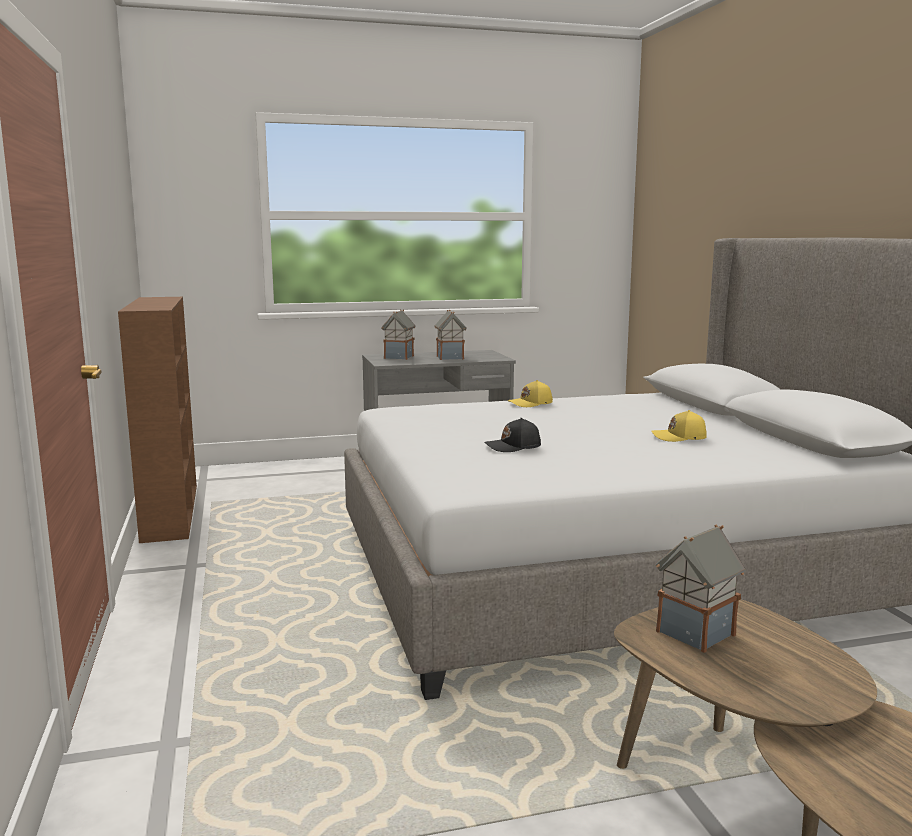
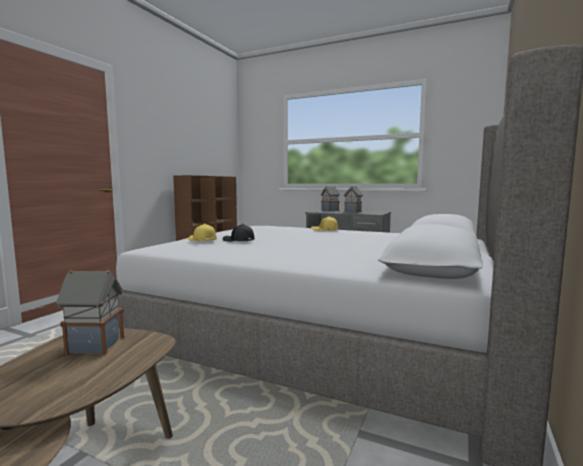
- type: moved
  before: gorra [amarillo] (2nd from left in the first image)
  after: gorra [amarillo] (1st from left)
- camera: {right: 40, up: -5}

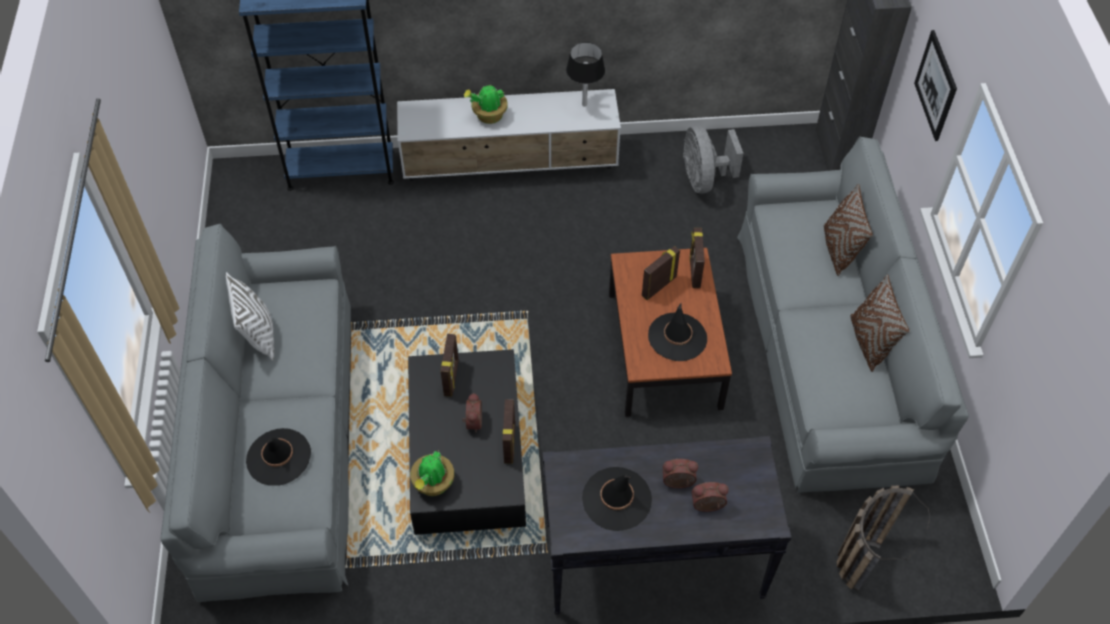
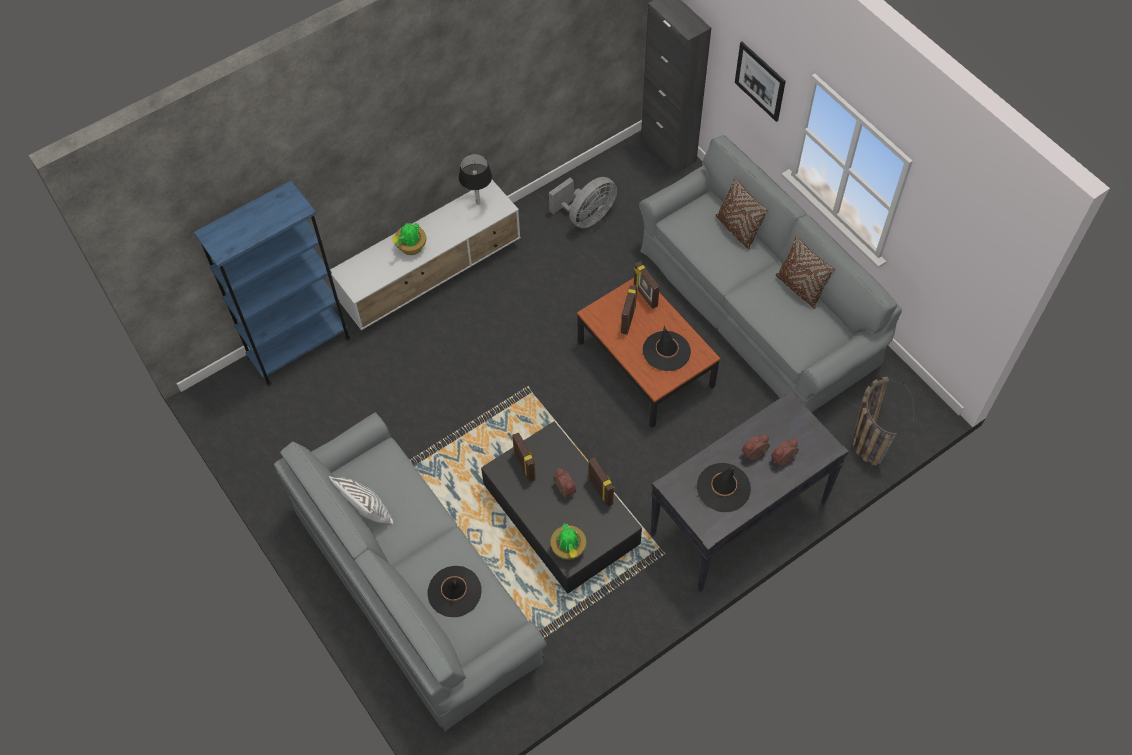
- type: turned
  before: ventilador [gris]
  turn: -90
- camera: {right: -30, up: 5}

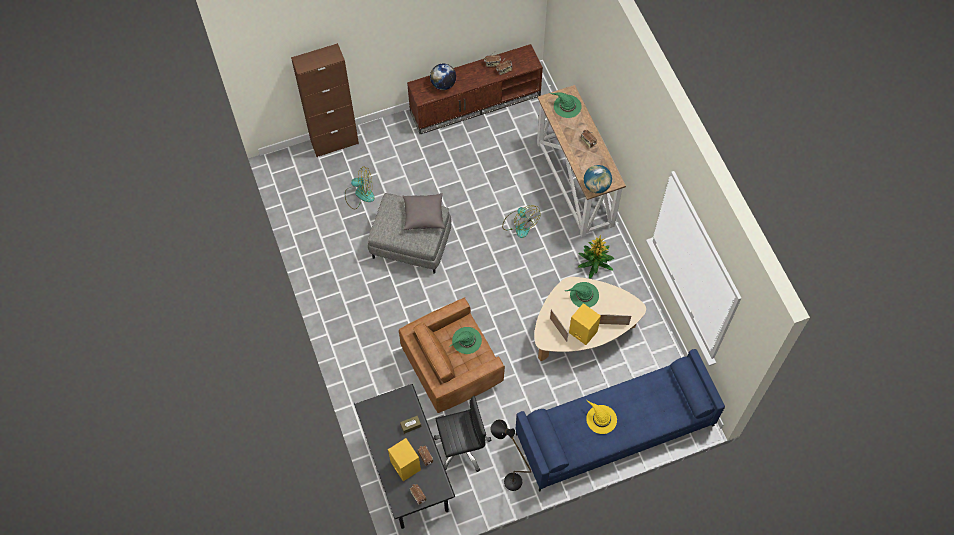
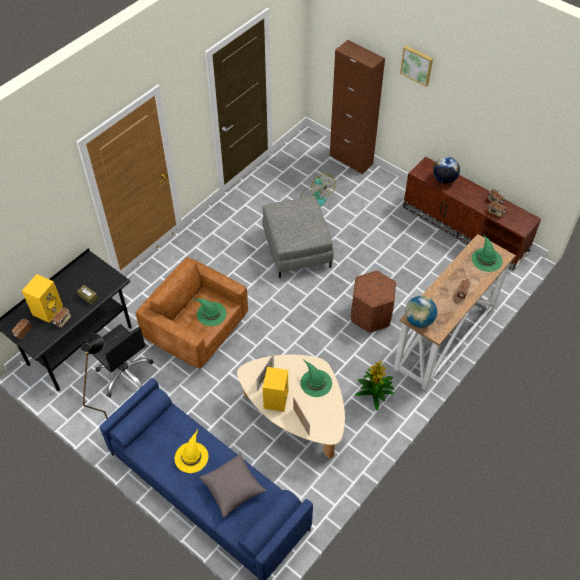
- type: added
  after: cuadro
- type: moved
  before: cojín [gris]
- type: replaced
  before: ventilador (2nd from left)
  after: puf [marrón]
- camera: {right: 60, up: -10}

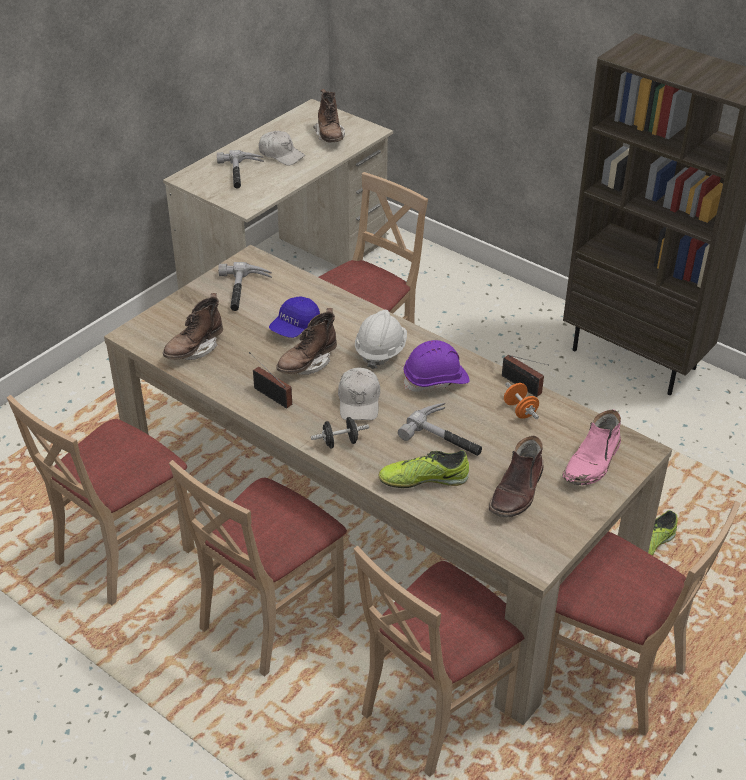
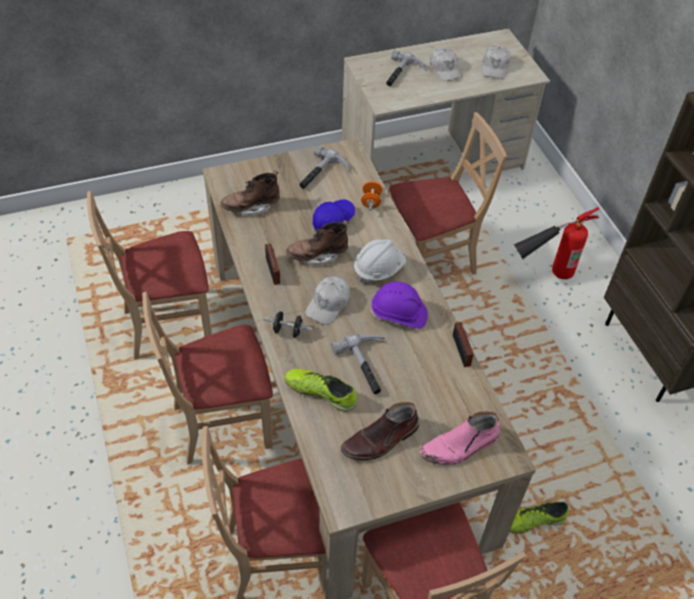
- type: added
  after: extintor
- type: moved
  before: mancuerna [naranja]
- type: replaced
  before: bota [marrón] (3rd from left)
  after: gorra [blanco] (3rd from left)
- type: turned
  before: gorra [azul]
  turn: 150
- camera: {right: 30, up: 10}

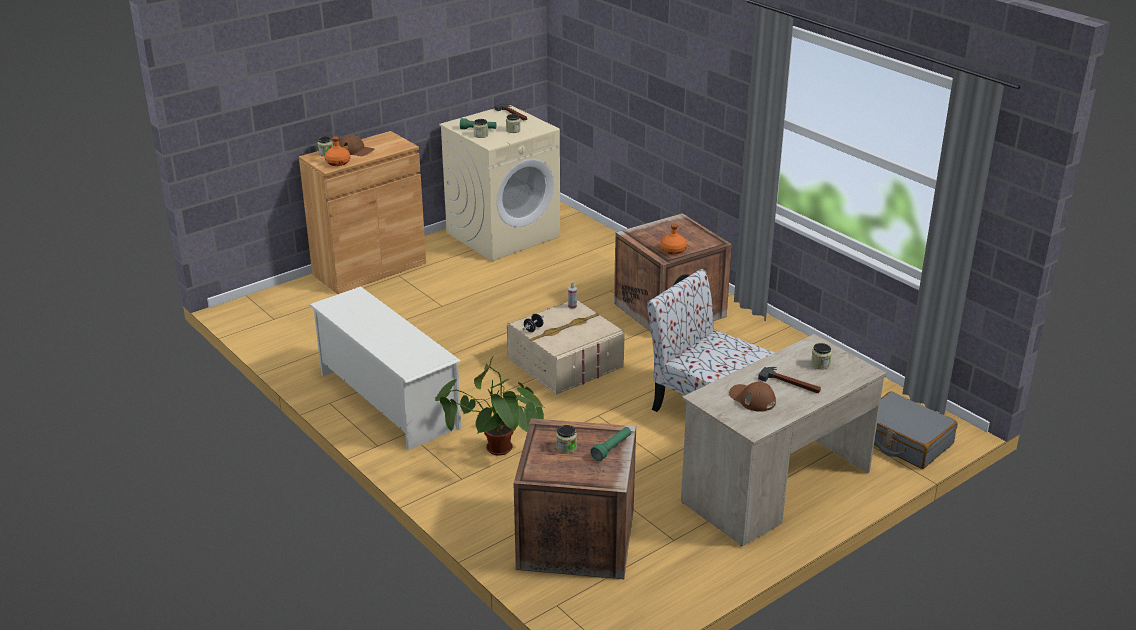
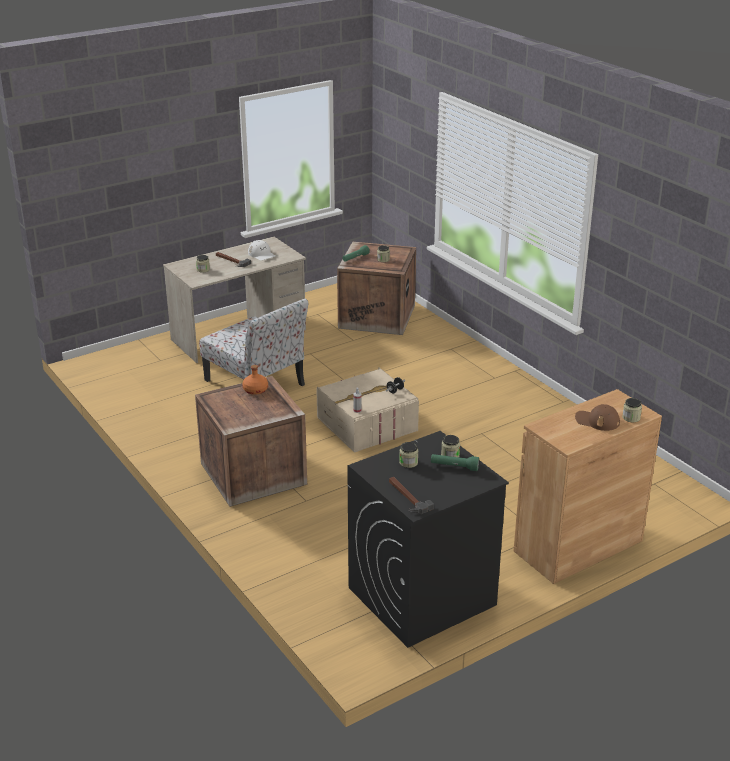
- type: removed
  before: zapatero [blanco]
- type: removed
  before: botella [naranja] (1st from left)
- type: removed
  before: planta en maceta
- type: removed
  before: maleta [gris]
- type: recoloured
  before: lavadora [beis]
  after: lavadora [negro]
- type: recoloured
  before: gorra [marrón] (2nd from left)
  after: gorra [blanco]
- camera: {right: -175, up: 0}

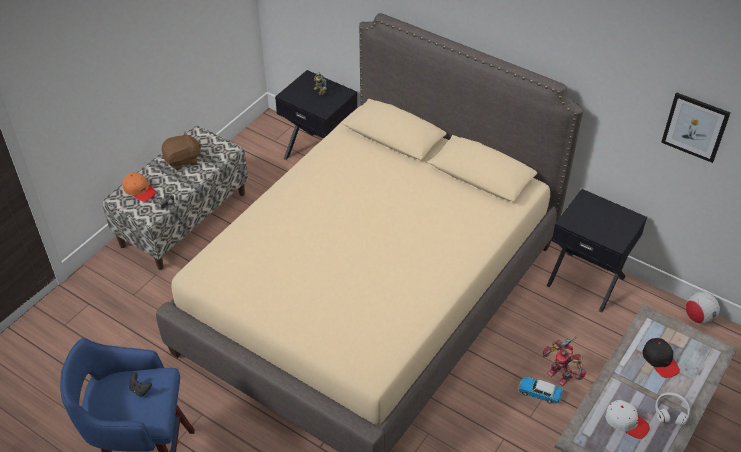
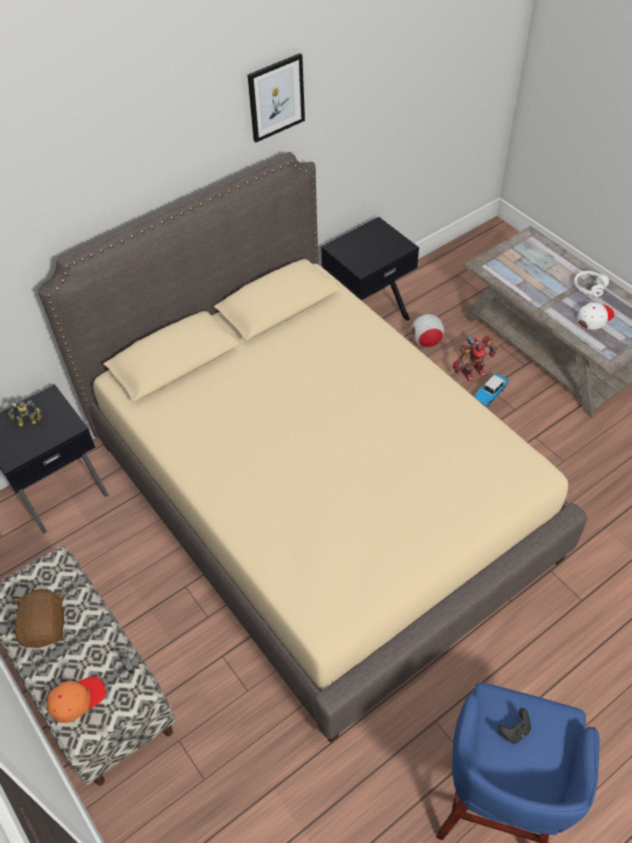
- type: removed
  before: gorra [negro]
- type: moved
  before: cuadro
- type: moved
  before: balón de fútbol
- camera: {right: -70, up: 5}

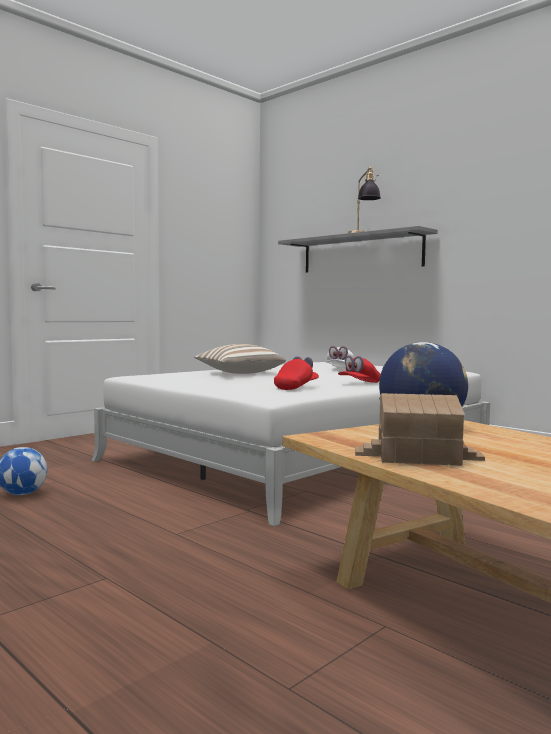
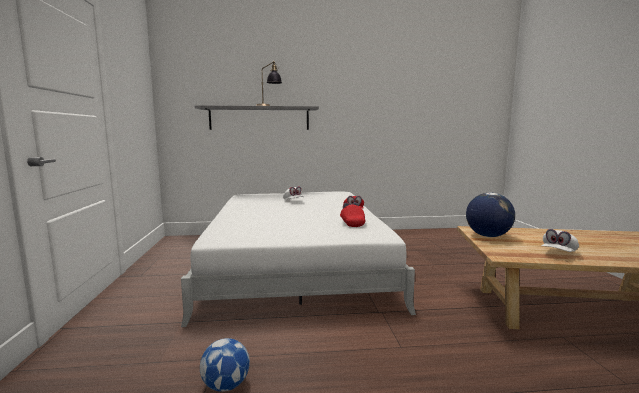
- type: removed
  before: cojín
- type: replaced
  before: casita
  after: gorra [blanco] (2nd from left)
- camera: {right: -50, up: 5}

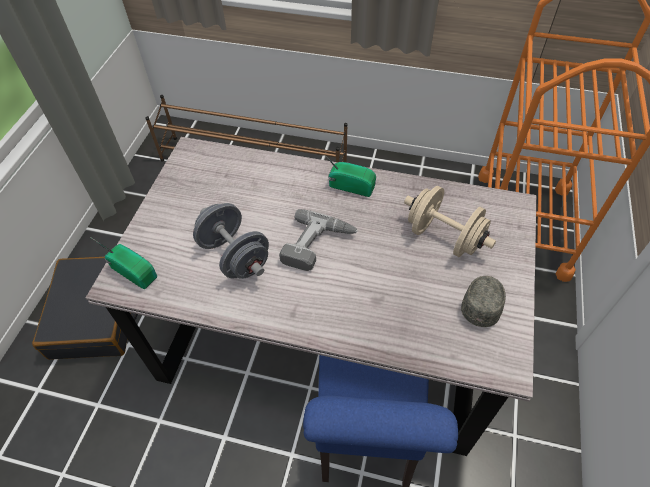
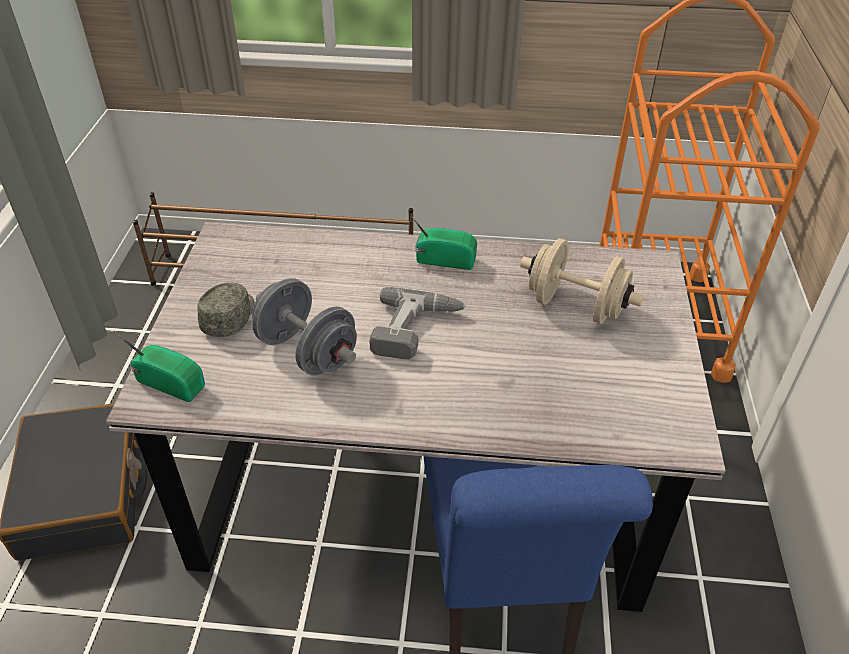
- type: moved
  before: gorra [gris]
- camera: {right: -10, up: -10}

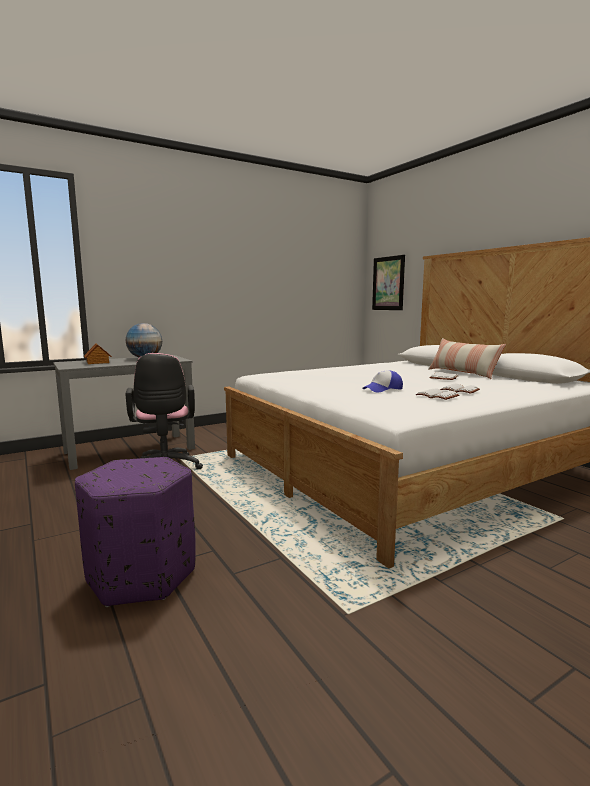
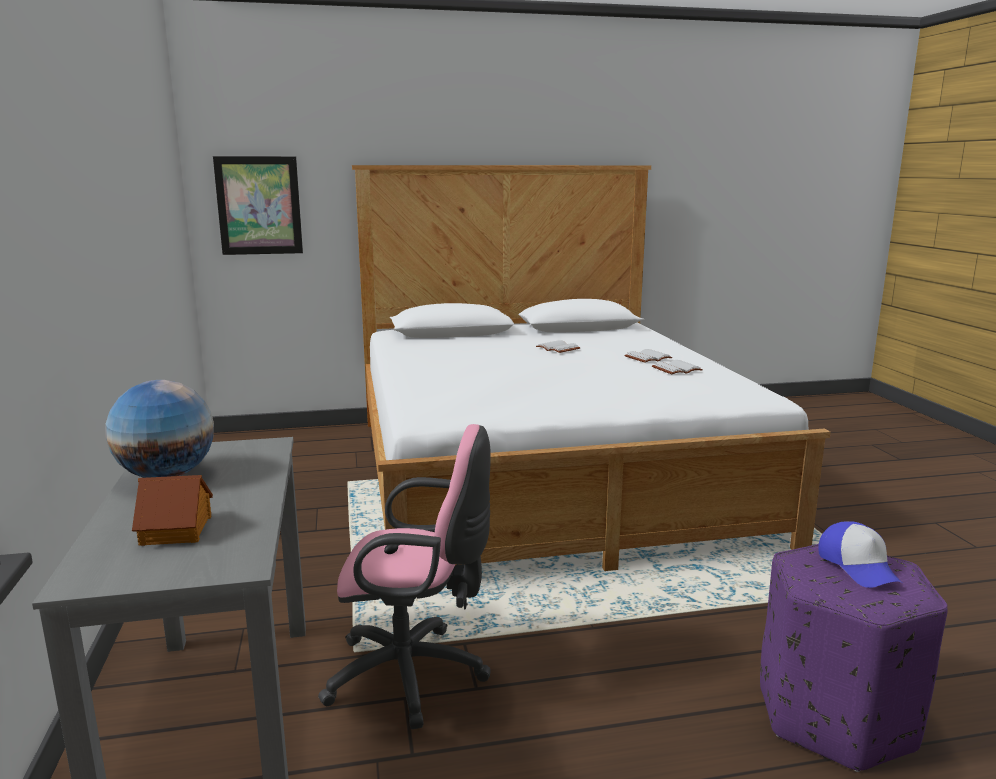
- type: removed
  before: cojín
- type: moved
  before: gorra
- camera: {right: -70, up: 5}

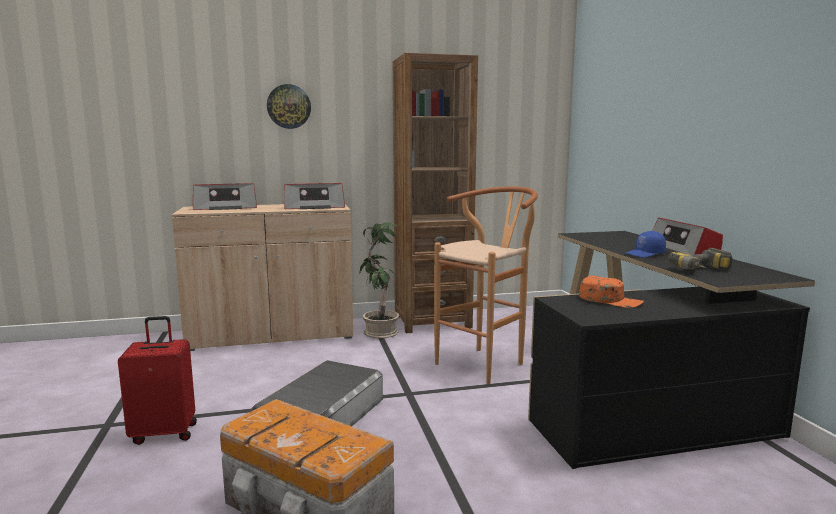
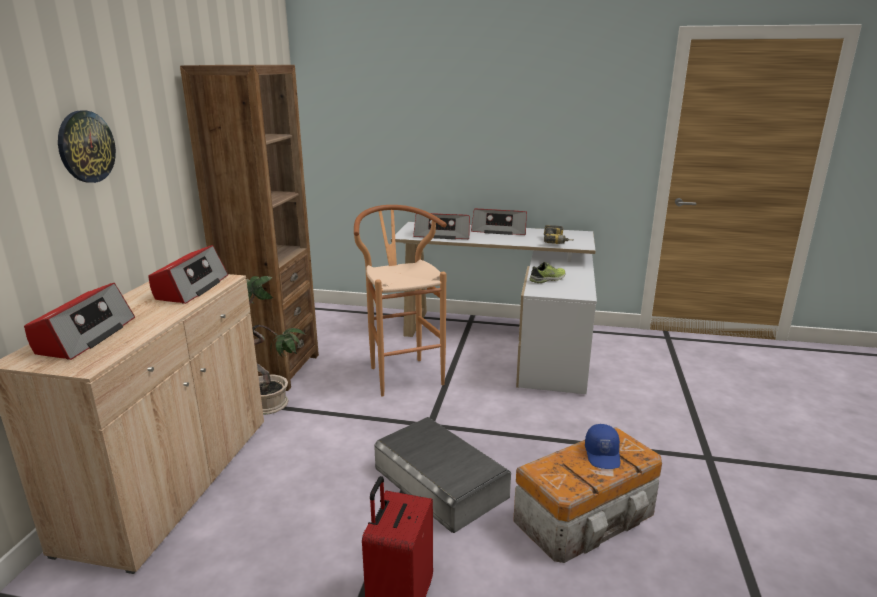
- type: added
  after: radio (3rd from left)
- type: moved
  before: gorra [azul]
- type: replaced
  before: gorra [naranja]
  after: zapato
- type: recoloured
  before: escritorio [negro]
  after: escritorio [blanco]
- camera: {right: -65, up: 10}

